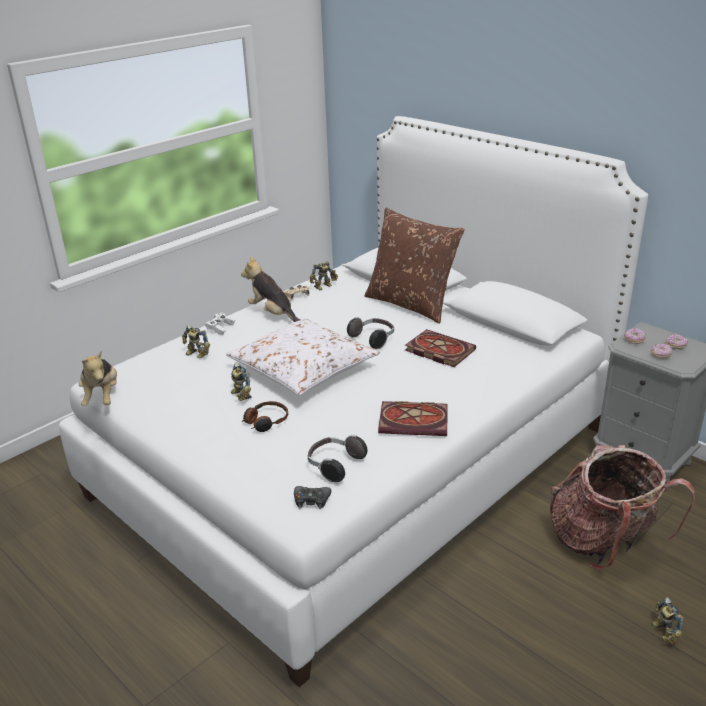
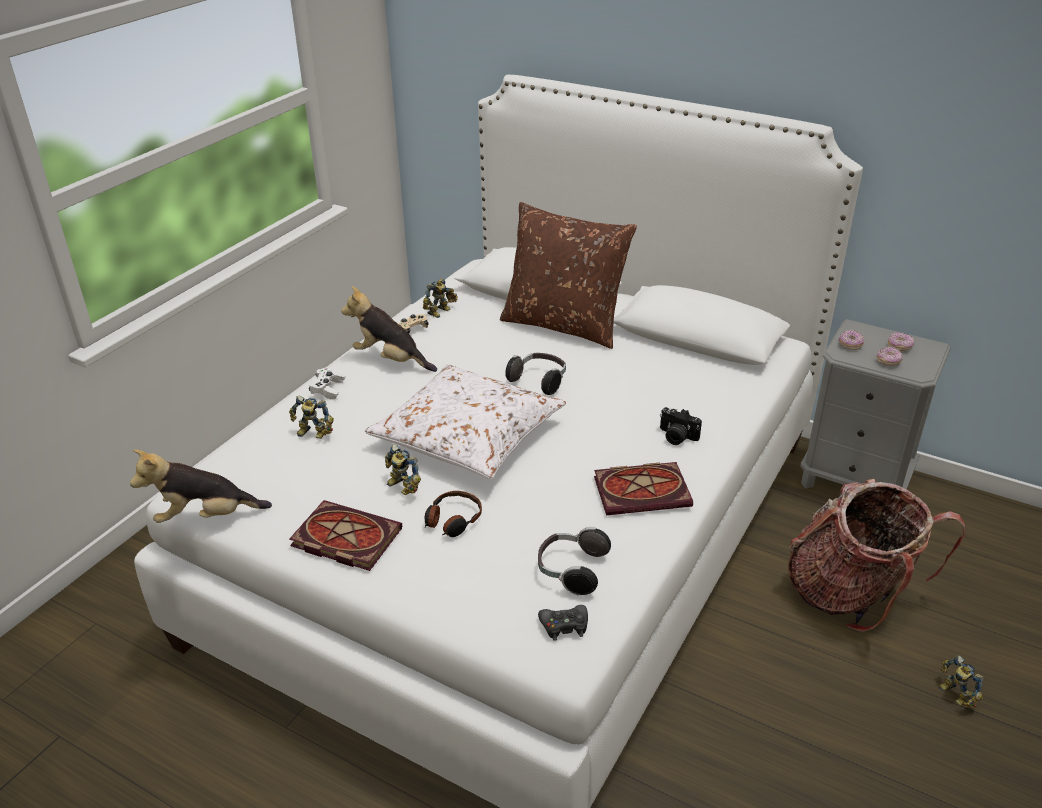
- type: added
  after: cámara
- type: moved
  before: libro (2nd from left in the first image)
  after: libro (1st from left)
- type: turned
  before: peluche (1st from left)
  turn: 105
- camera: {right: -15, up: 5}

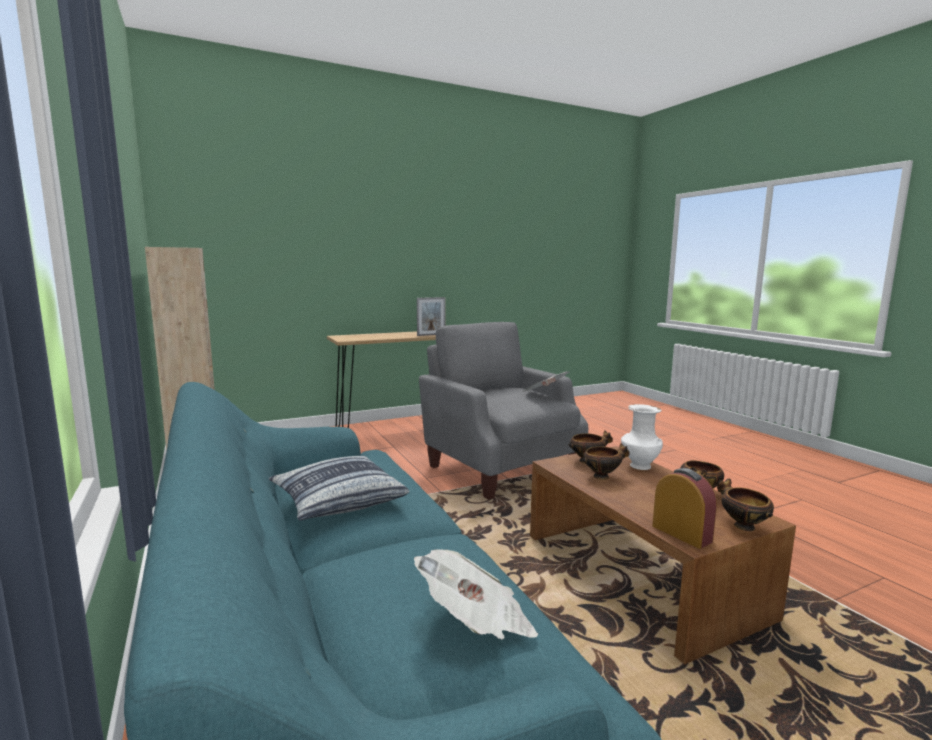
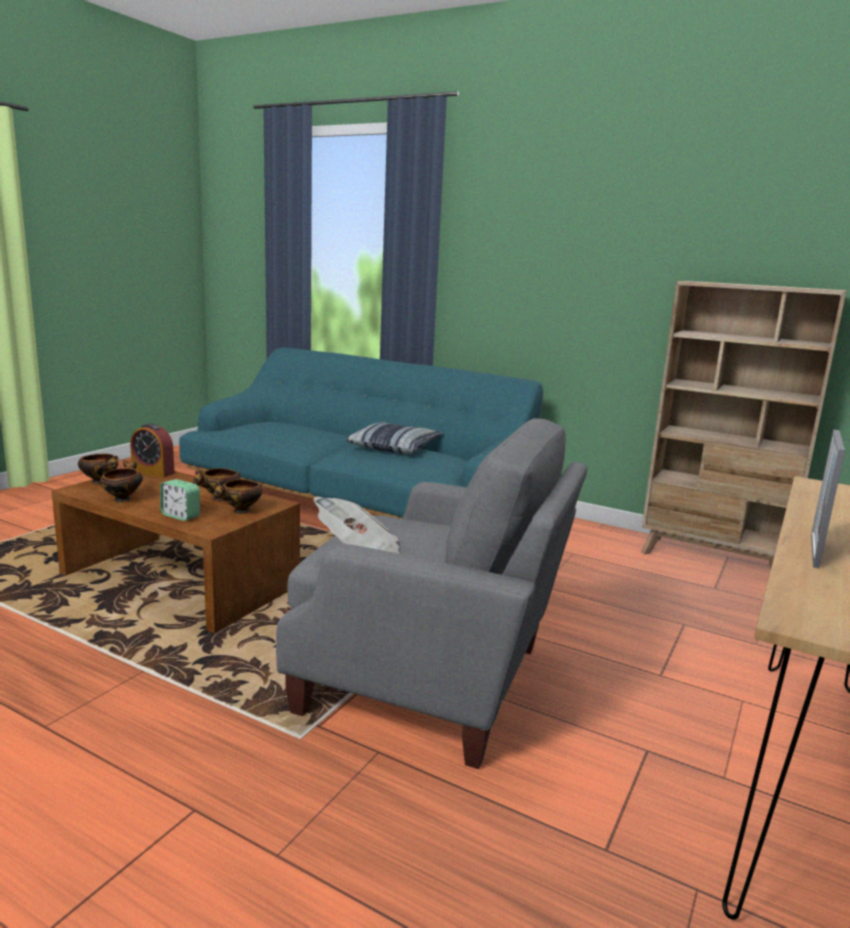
- type: removed
  before: periódico (1st from left)
- type: replaced
  before: florero [blanco]
  after: despertador (2nd from left)
- camera: {right: 145, up: 5}

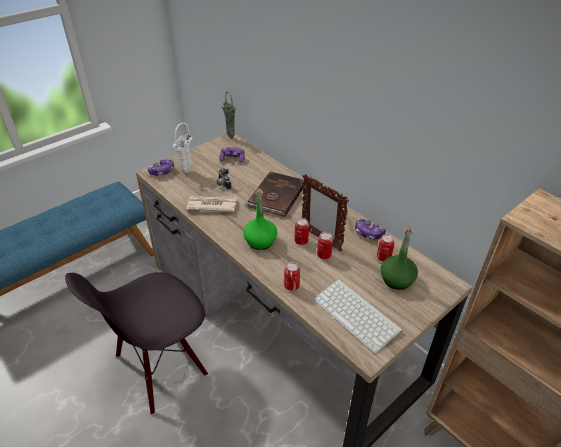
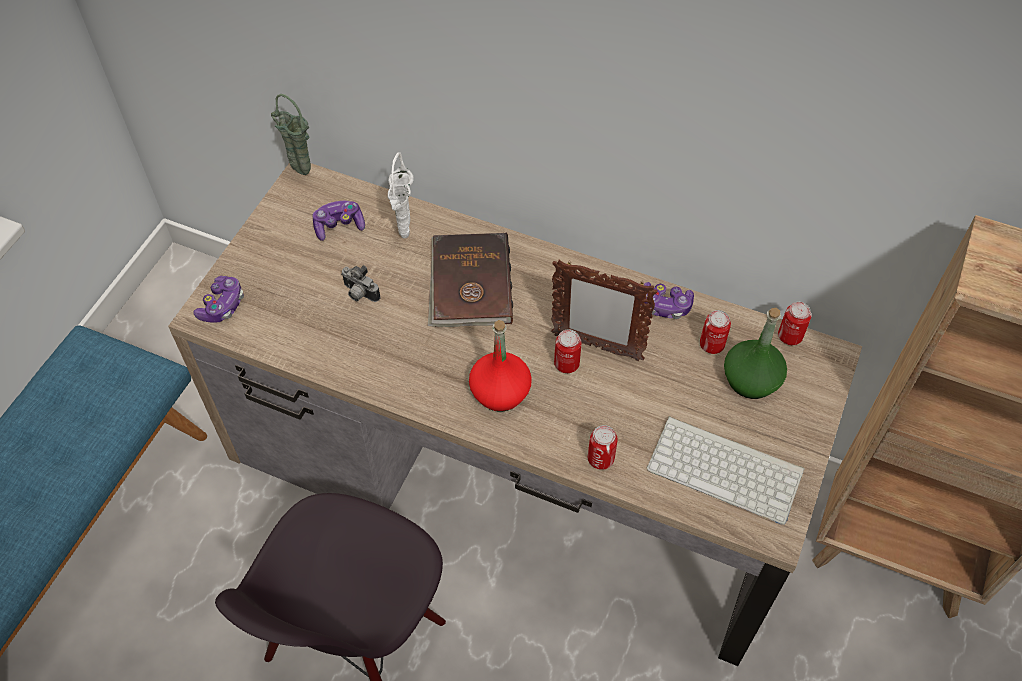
- type: removed
  before: periódico
- type: moved
  before: florero [blanco]
- type: moved
  before: lata (3rd from left in the first image)
  after: lata (4th from left)
- type: recoloured
  before: botella [verde] (1st from left)
  after: botella [rojo]
- camera: {right: -25, up: 15}

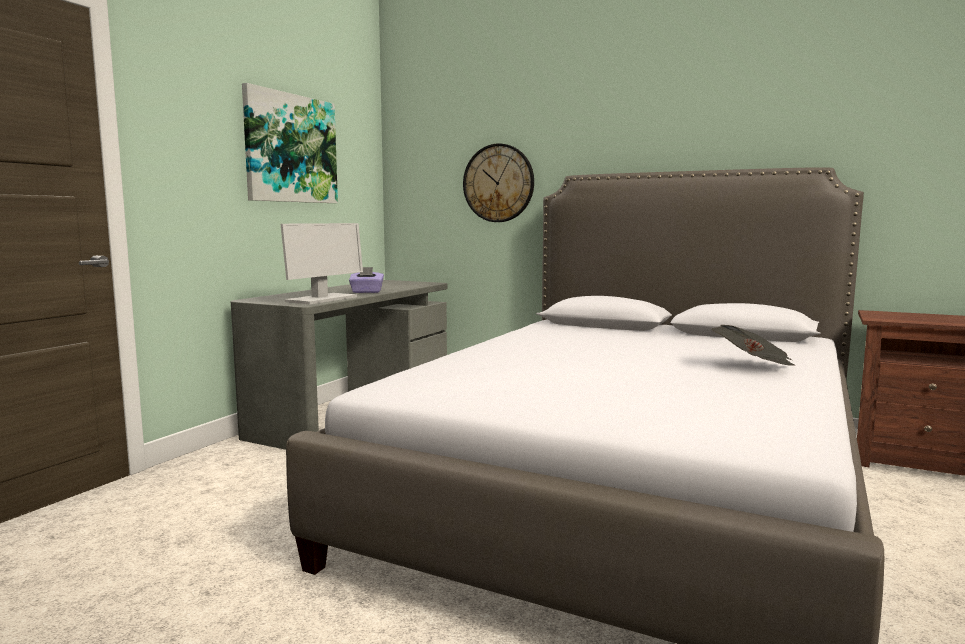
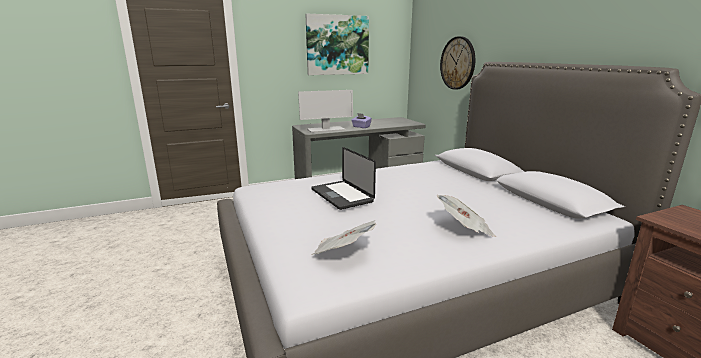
- type: added
  after: portátil
- type: added
  after: periódico (1st from left)
- camera: {right: 40, up: 10}

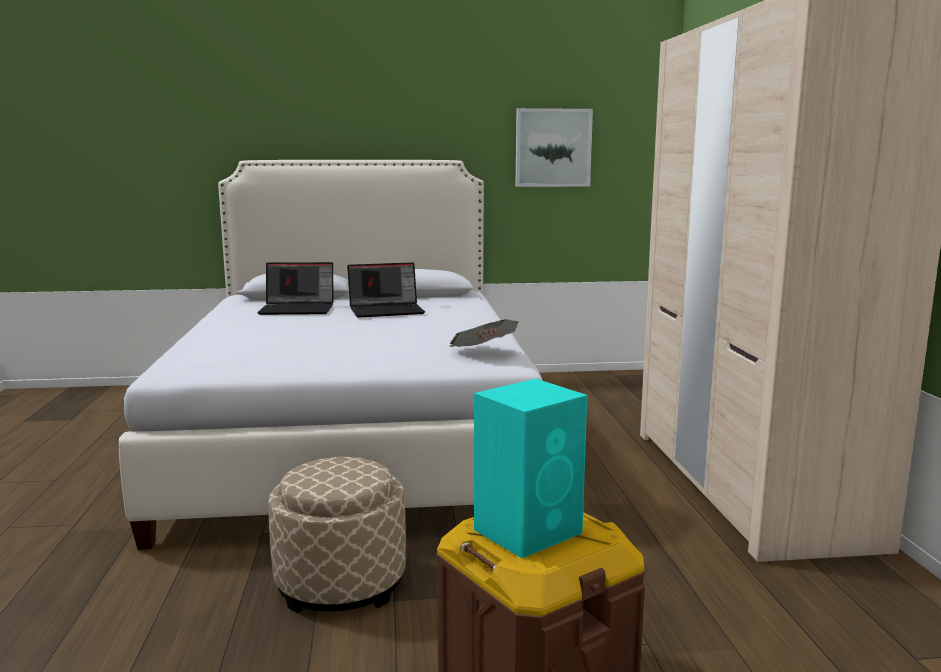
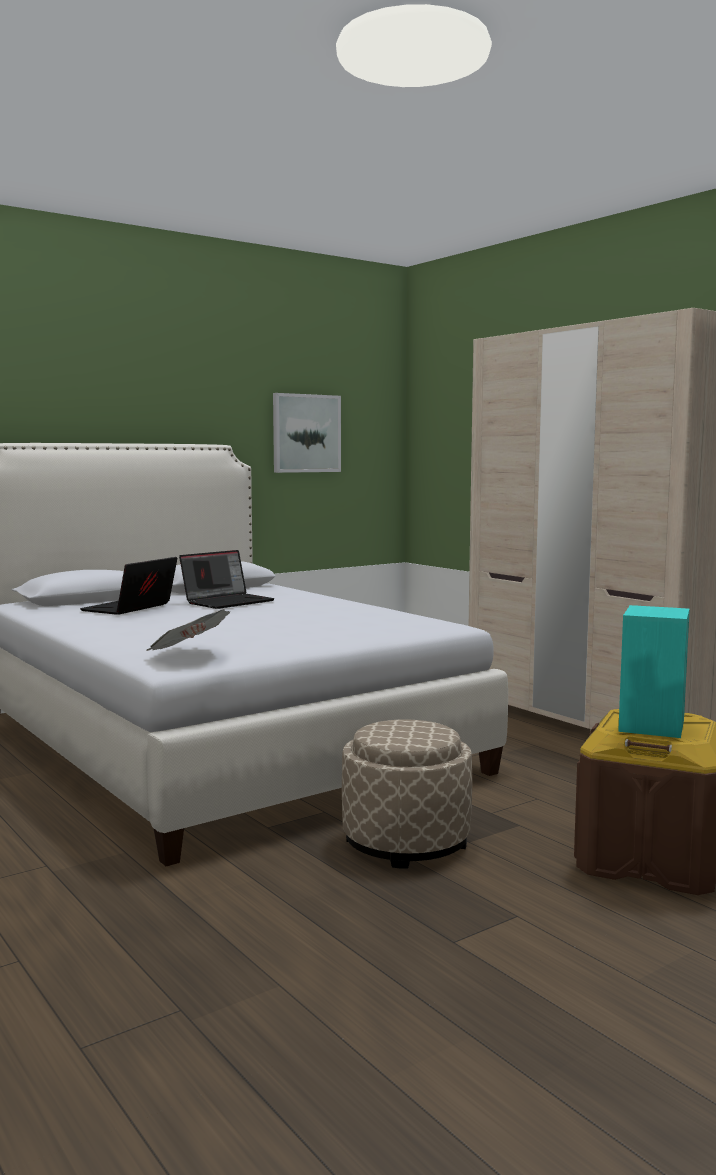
- type: moved
  before: periódico
- type: turned
  before: portátil (1st from left)
  turn: 150
- camera: {right: -30, up: -5}

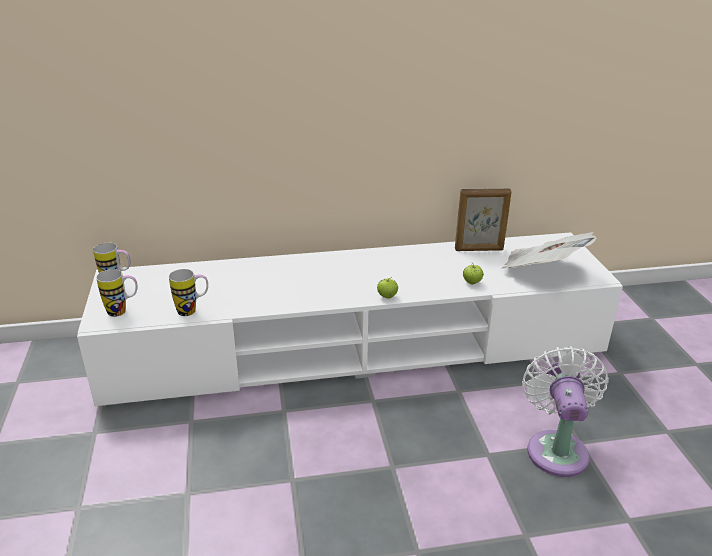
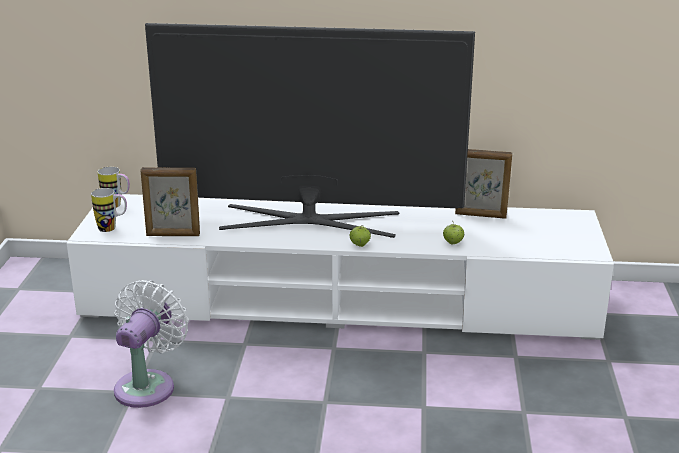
- type: removed
  before: periódico
- type: added
  after: televisor
- type: moved
  before: ventilador [blanco]
- type: replaced
  before: taza grande (3rd from left)
  after: portarretratos (1st from left)
- camera: {right: 15, up: -5}

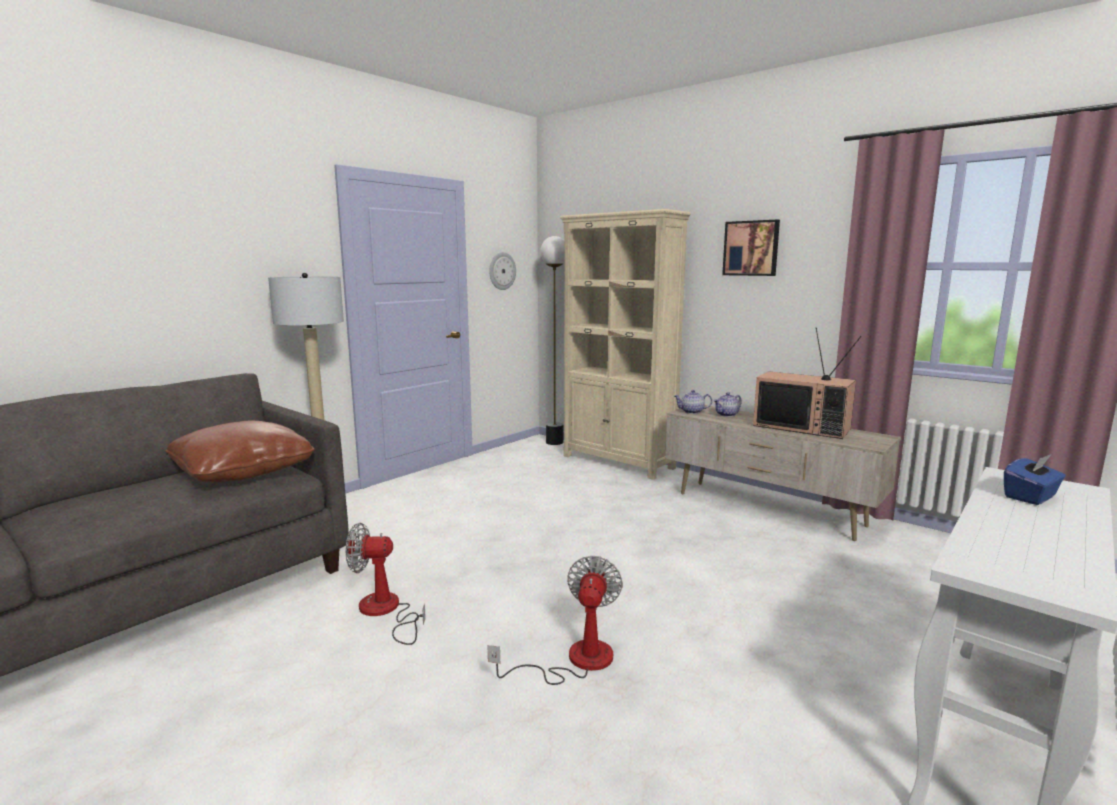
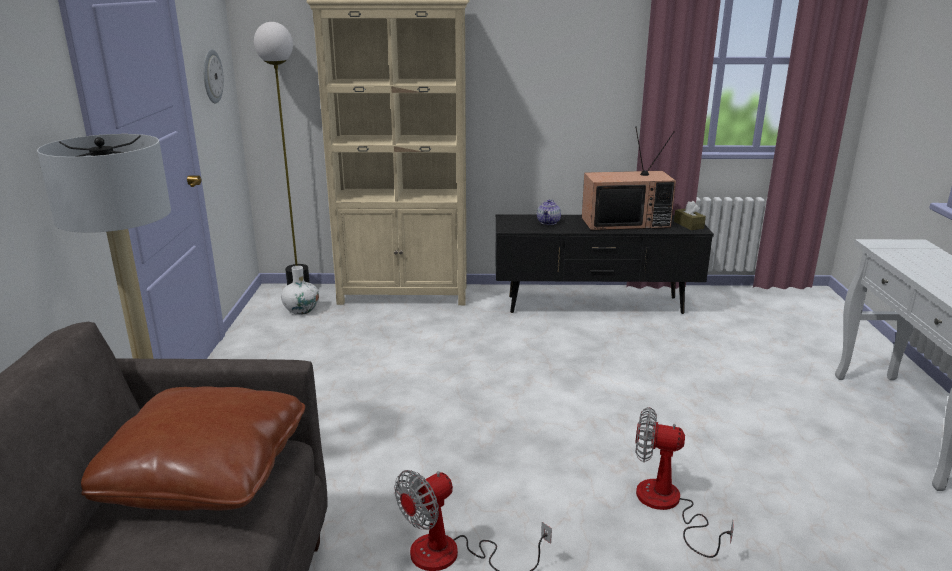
- type: removed
  before: tetera (1st from left)
- type: removed
  before: cuadro
- type: removed
  before: caja de pañuelos [azul]
- type: added
  after: florero [blanco]
- type: added
  after: caja de pañuelos [marrón]
- type: recoloured
  before: mueble de televisión [beis]
  after: mueble de televisión [negro]
- type: turned
  before: ventilador (2nd from left)
  turn: -45
- camera: {right: -40, up: 10}

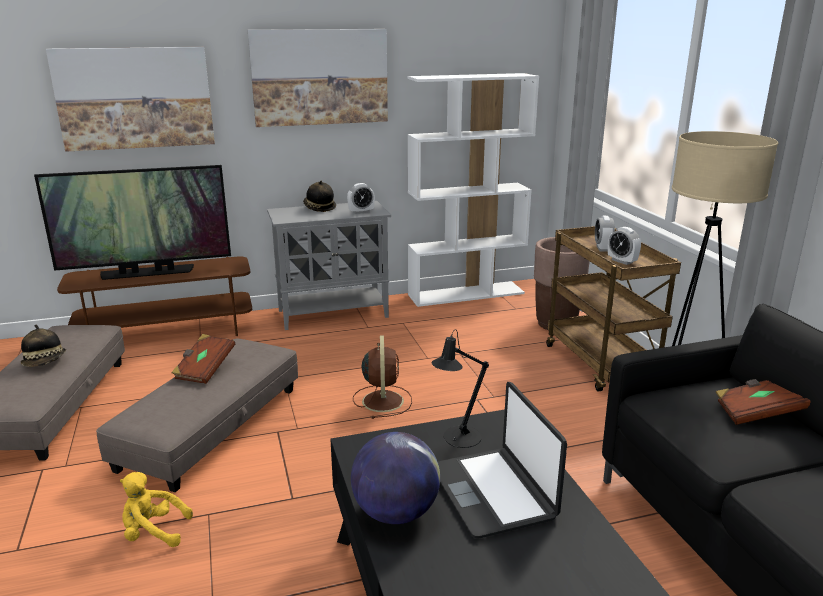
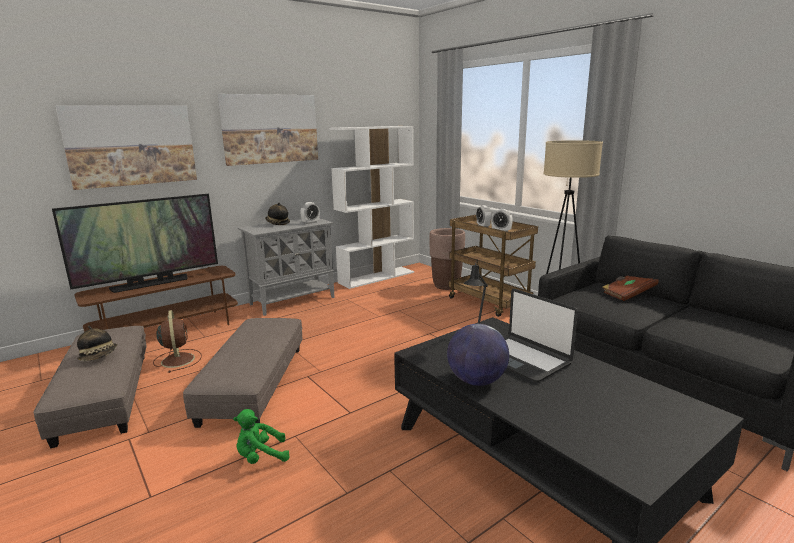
- type: removed
  before: libro [marrón] (1st from left)
- type: moved
  before: ventilador [marrón]
- type: recoloured
  before: peluche [amarillo]
  after: peluche [verde]
- camera: {right: -20, up: -5}

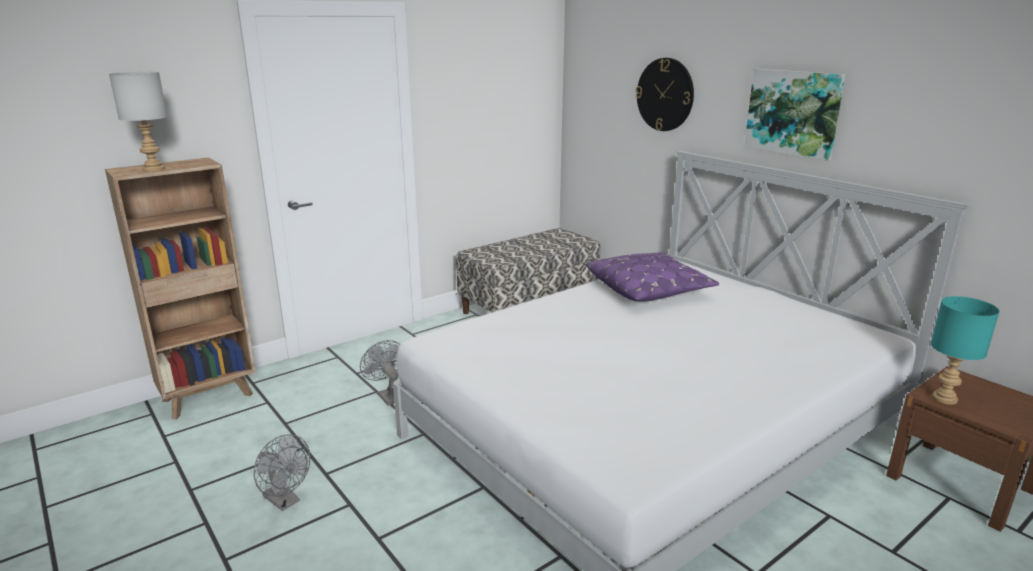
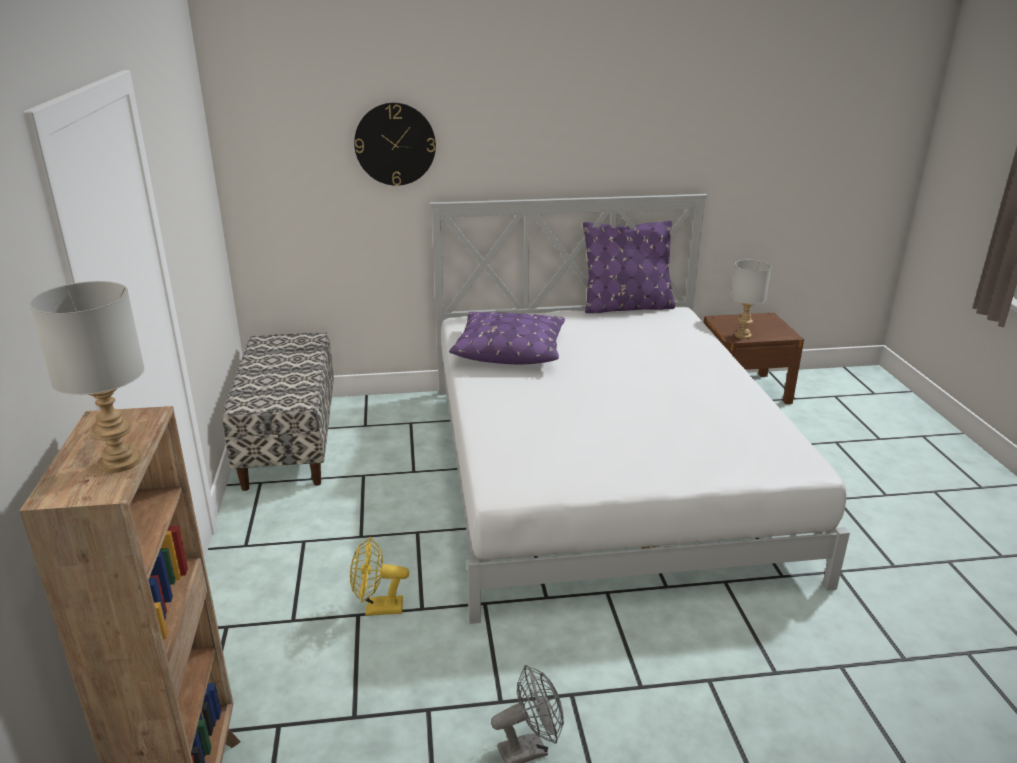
- type: removed
  before: cuadro
- type: added
  after: cojín [morado] (2nd from left)
- type: recoloured
  before: ventilador [gris] (2nd from left)
  after: ventilador [amarillo]
- type: recoloured
  before: lámpara de mesa [turquesa]
  after: lámpara de mesa [gris] (2nd from left)
- camera: {right: -60, up: 5}

